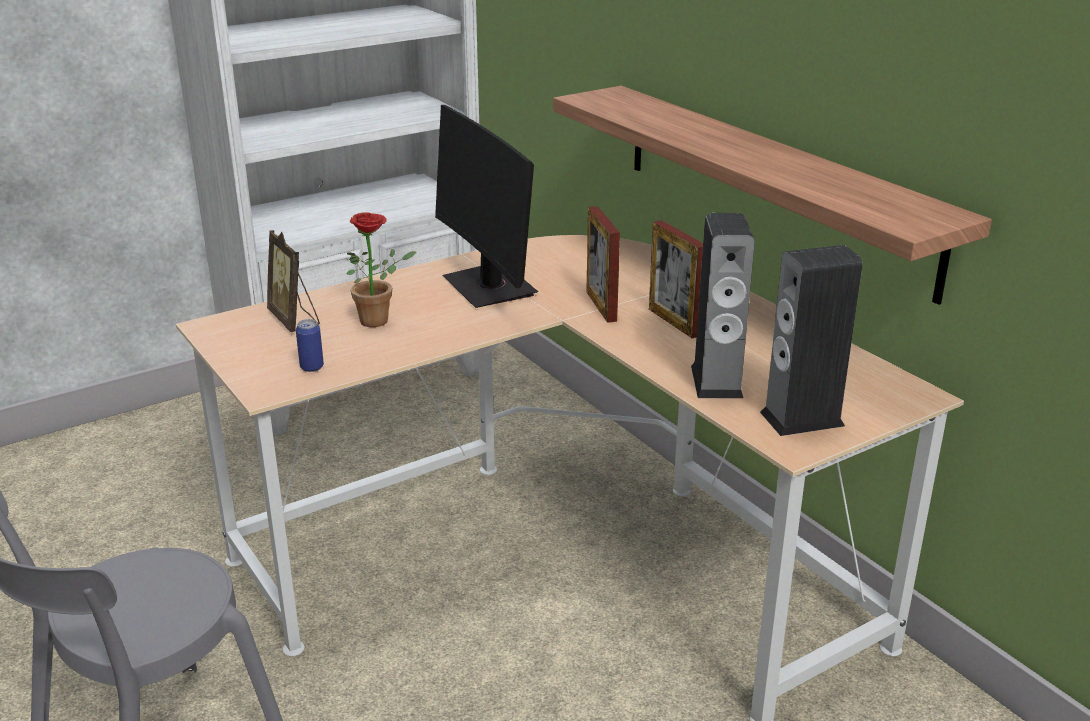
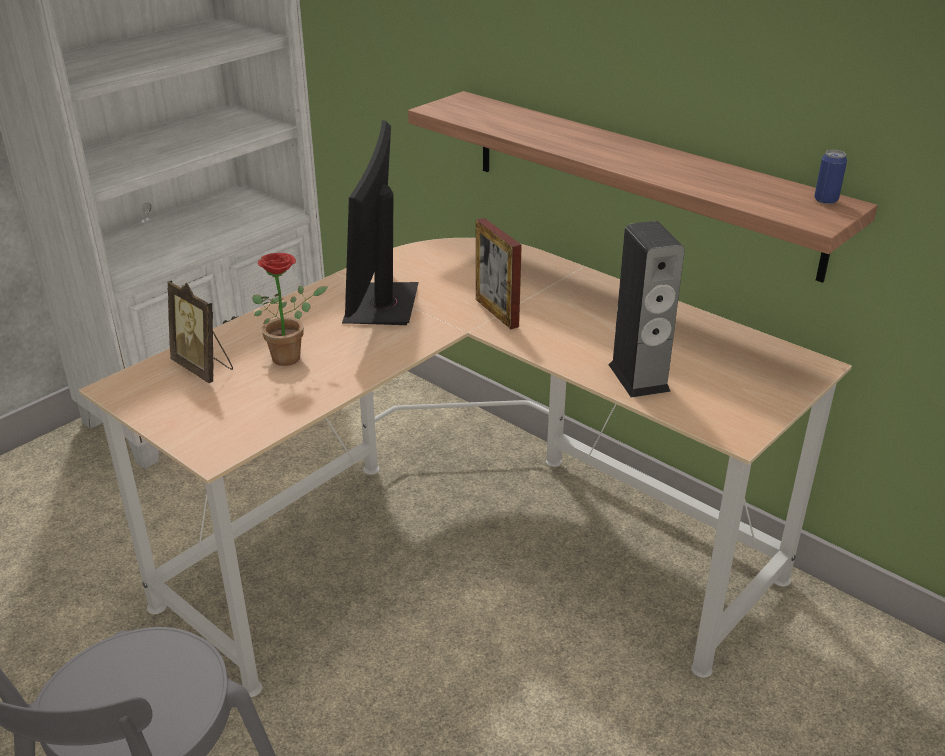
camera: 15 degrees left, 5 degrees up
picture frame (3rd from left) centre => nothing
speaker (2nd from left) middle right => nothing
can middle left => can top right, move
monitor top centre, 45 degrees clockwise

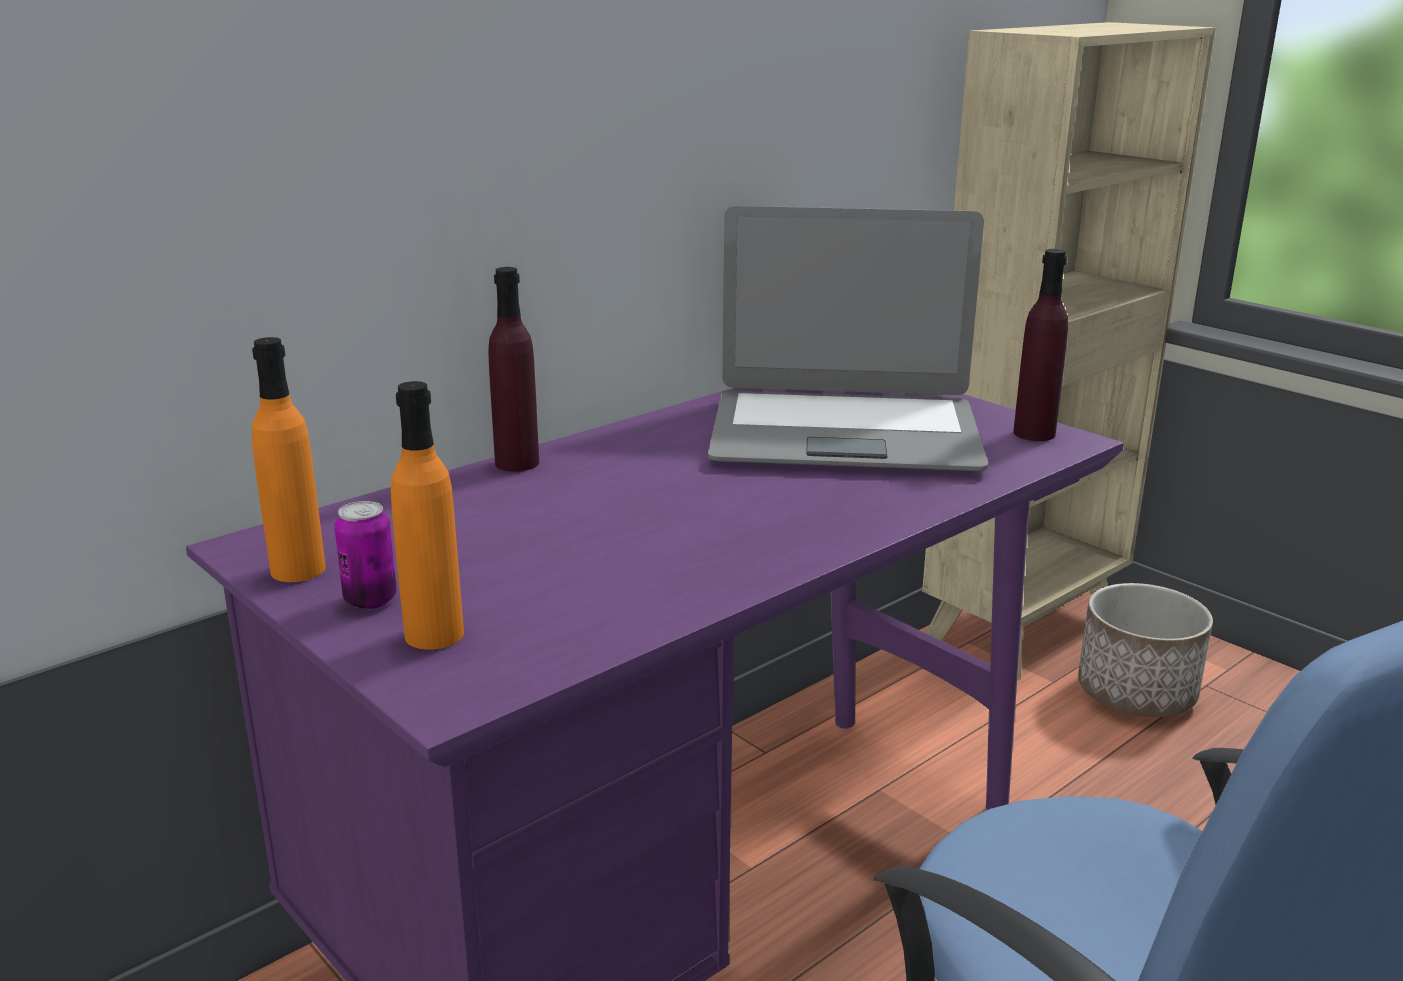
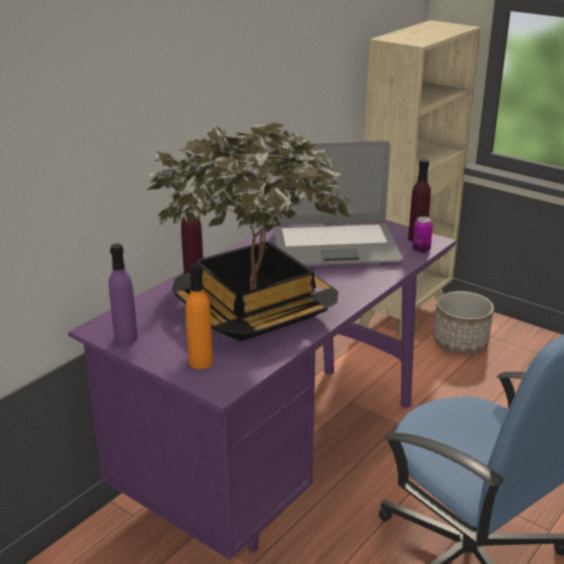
camera: 10 degrees left, 5 degrees up
nothing => potted plant centre
can middle left => can middle right, move
bottle (orange) (1st from left) middle left => bottle (purple) (1st from left) middle left

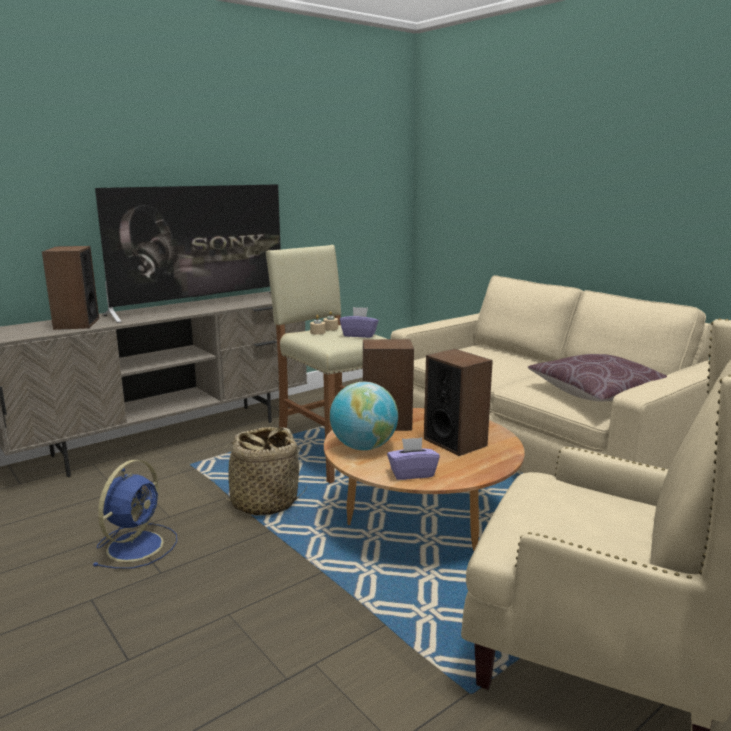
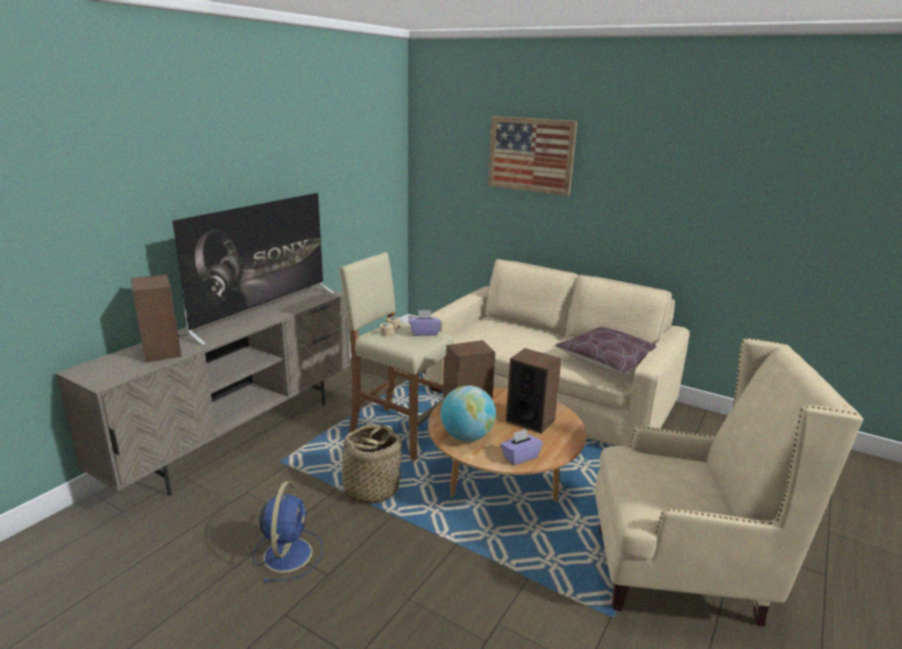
camera: 20 degrees left, 5 degrees up
nothing => picture top centre

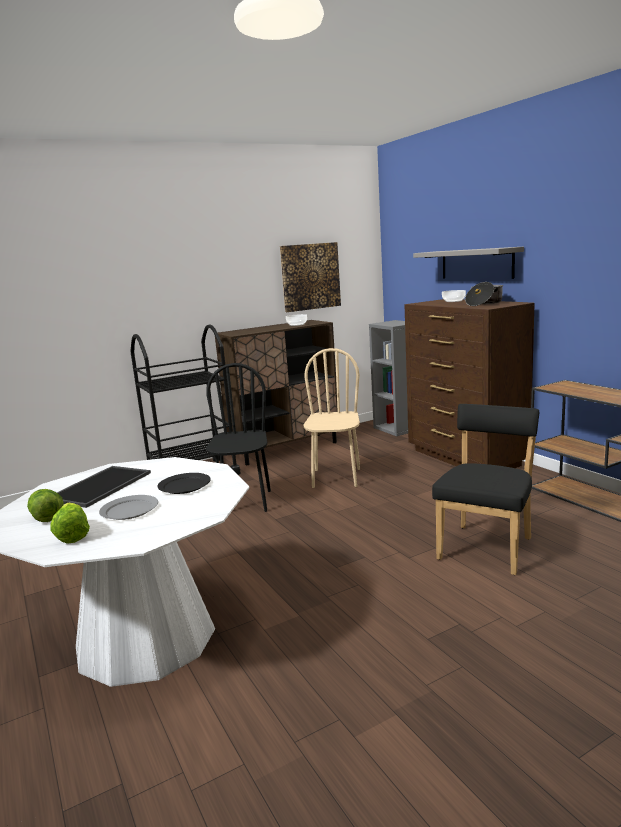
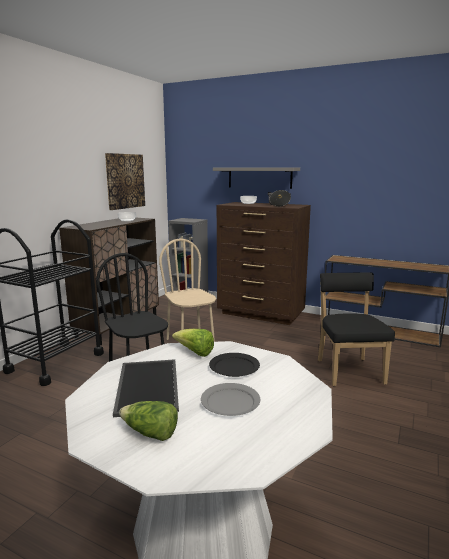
camera: 35 degrees left, 0 degrees up
lettuce (2nd from left) middle left => lettuce (2nd from left) centre, move

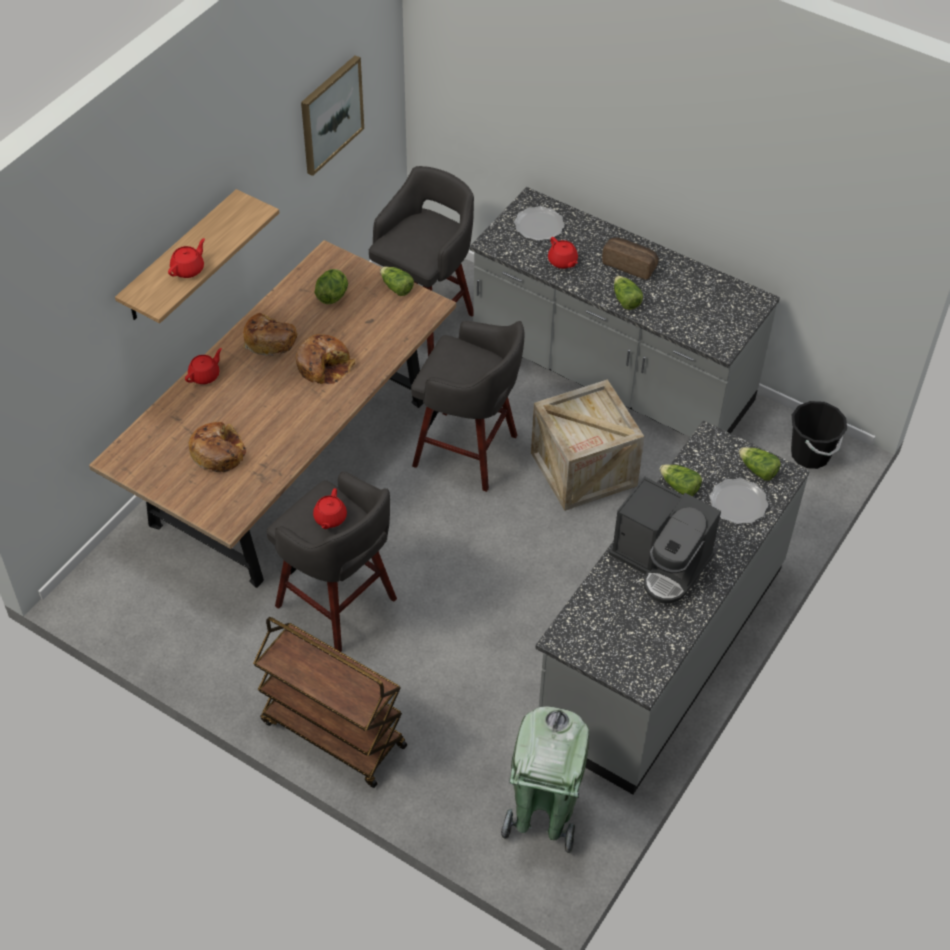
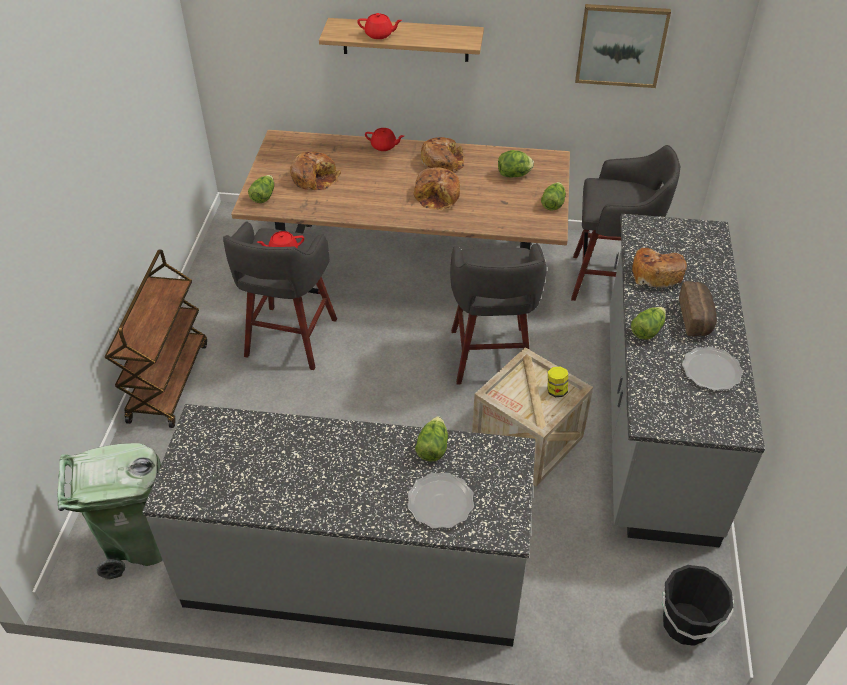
camera: 65 degrees right, 5 degrees down
coffee machine middle right => nothing
nothing => jar centre
plate (1st from left in the first image) top centre => plate (2nd from left) middle right, move
lettuce (5th from left in the first image) middle right => lettuce (1st from left) top left, move
teapot (red) (4th from left) top centre => bread (4th from left) middle right

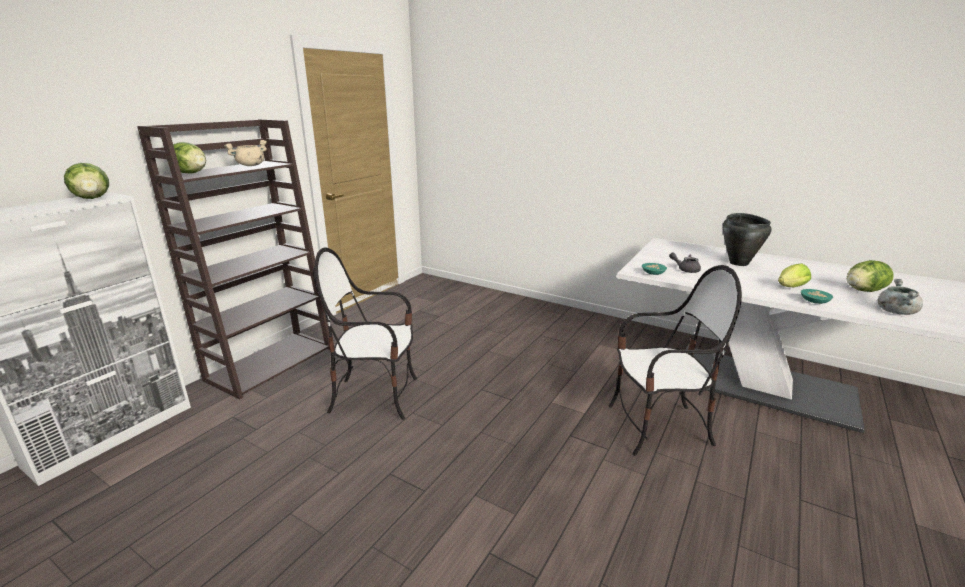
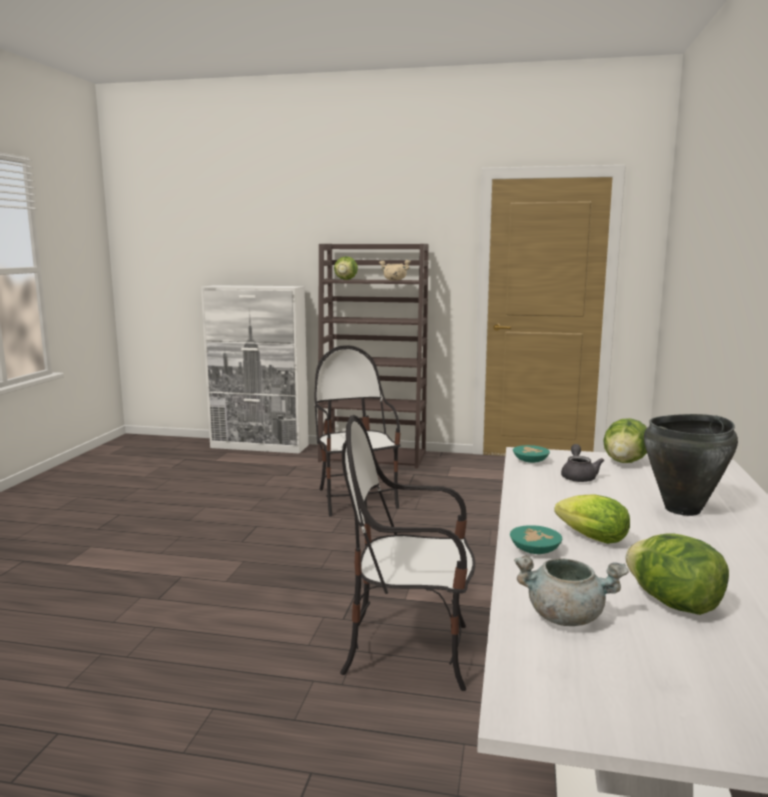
camera: 70 degrees right, 10 degrees down
lettuce (1st from left in the first image) top left => lettuce (3rd from left) middle right, move
chair (2nd from left) middle right => chair (2nd from left) bottom centre, 120 degrees clockwise

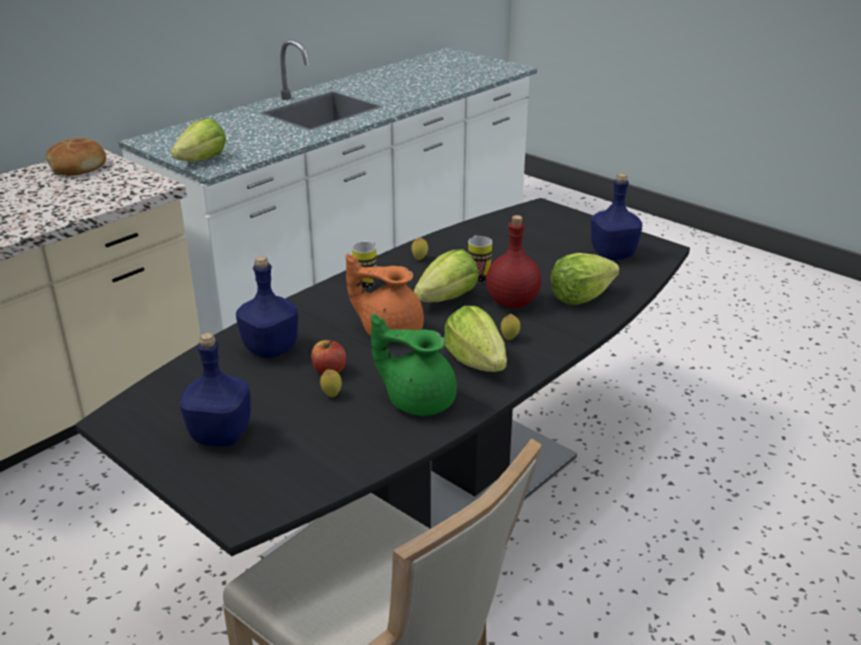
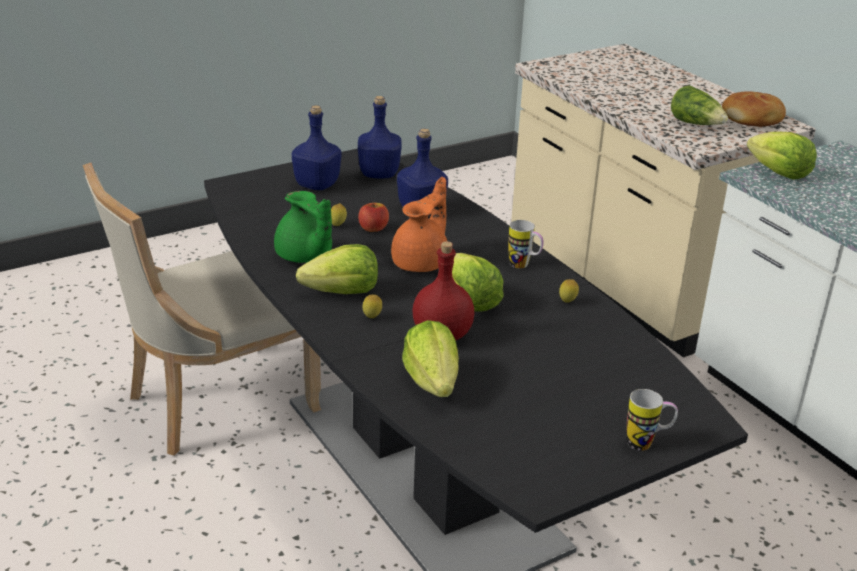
camera: 105 degrees right, 0 degrees up
nothing => lettuce (4th from left) top right
mug (2nd from left) centre => mug (2nd from left) bottom right, move
bottle (blue) (3rd from left in the first image) middle right => bottle (blue) (2nd from left) top centre, move
teapot (green) centre, 105 degrees clockwise

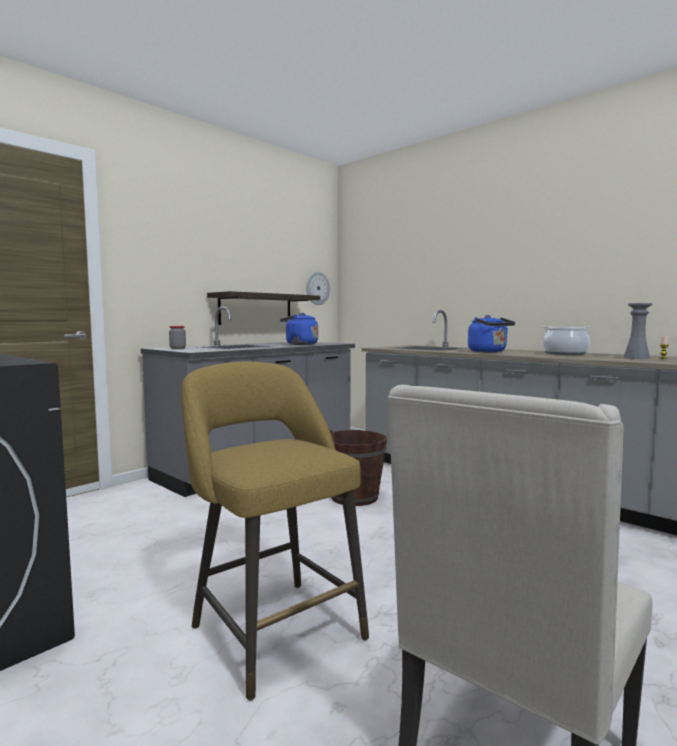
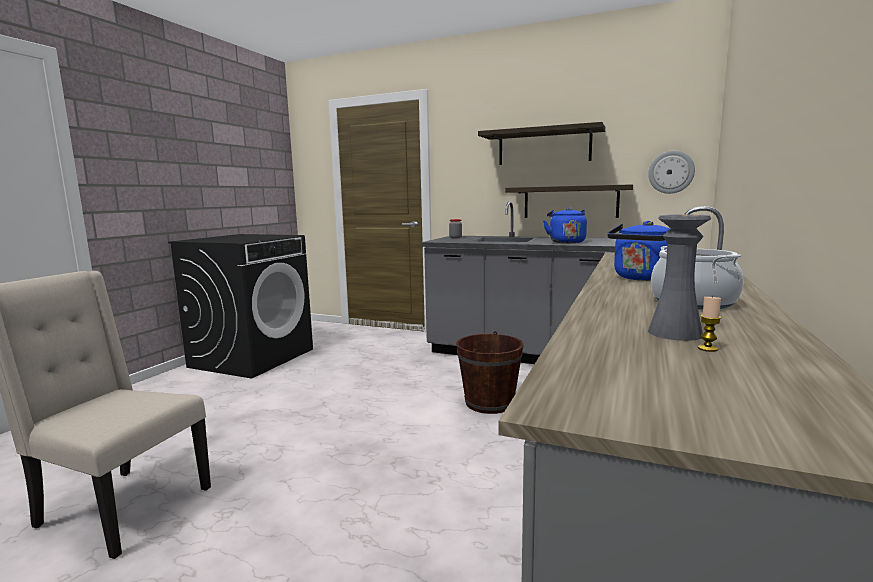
camera: 70 degrees right, 5 degrees up
stool (yellow) bottom centre => nothing
nothing => shelf (1st from left) top centre

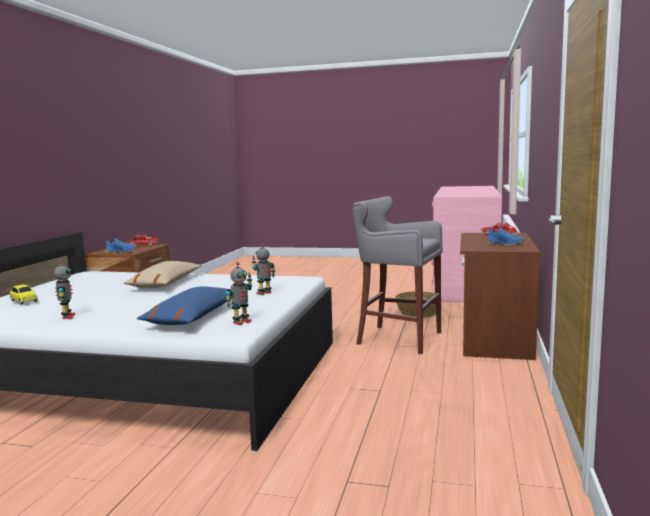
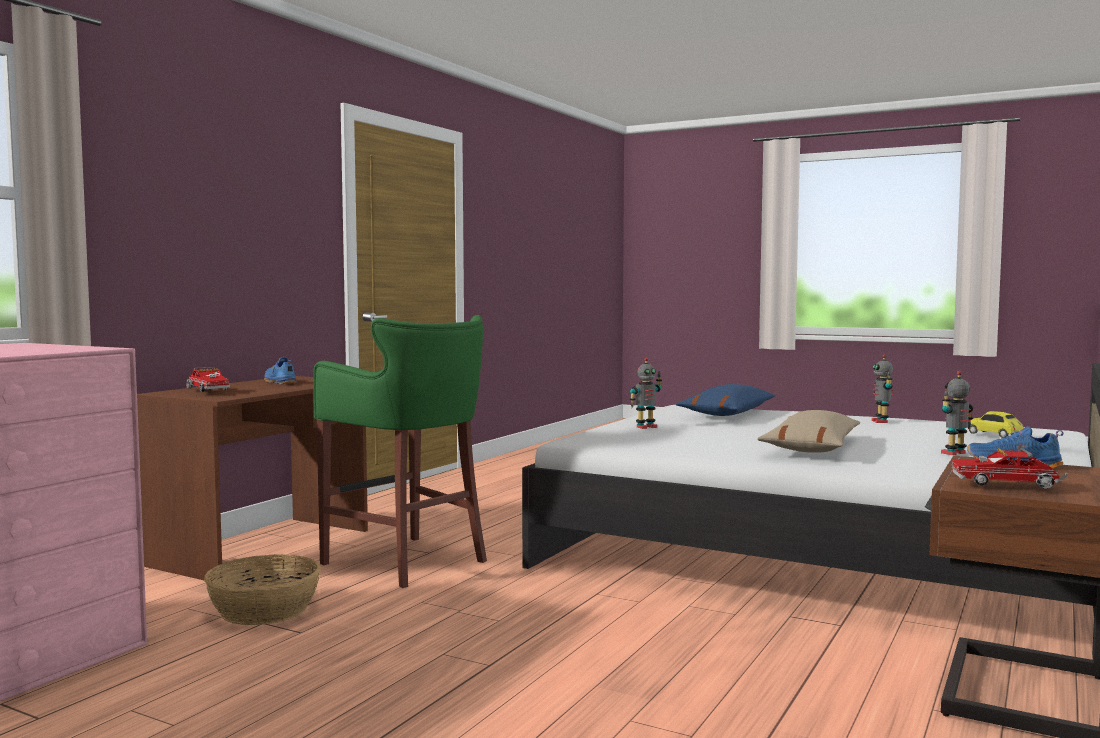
camera: 165 degrees left, 5 degrees down
toy robot (2nd from left in the first image) centre => toy robot (3rd from left) middle right, move
stool (grey) centre => stool (green) centre

